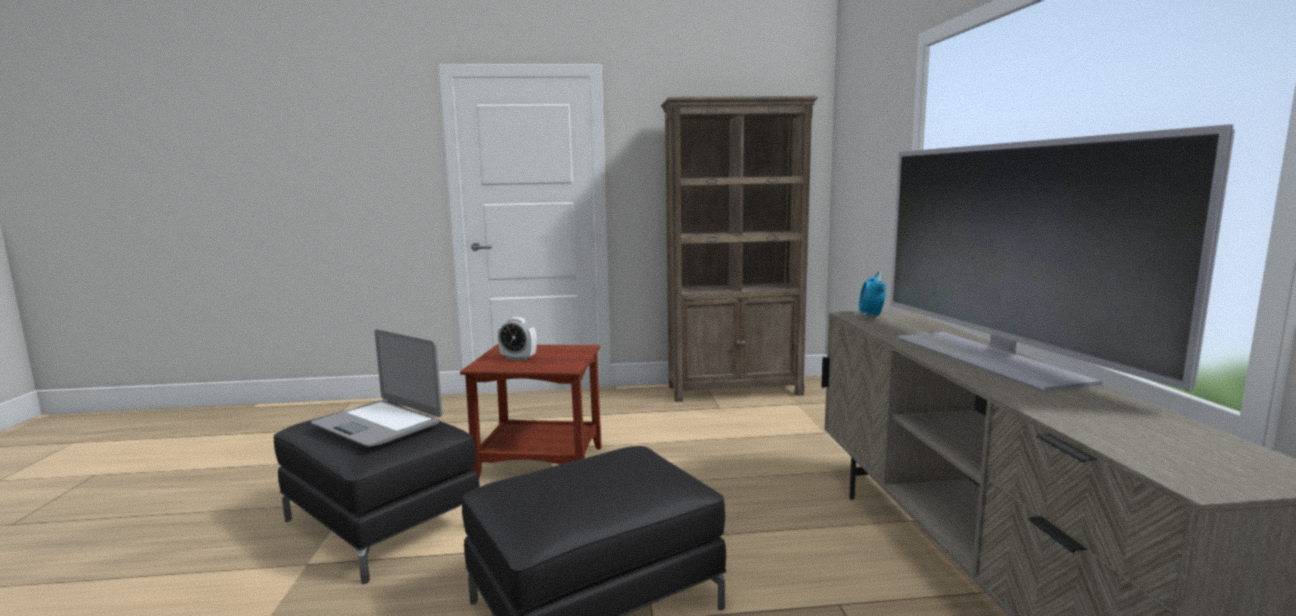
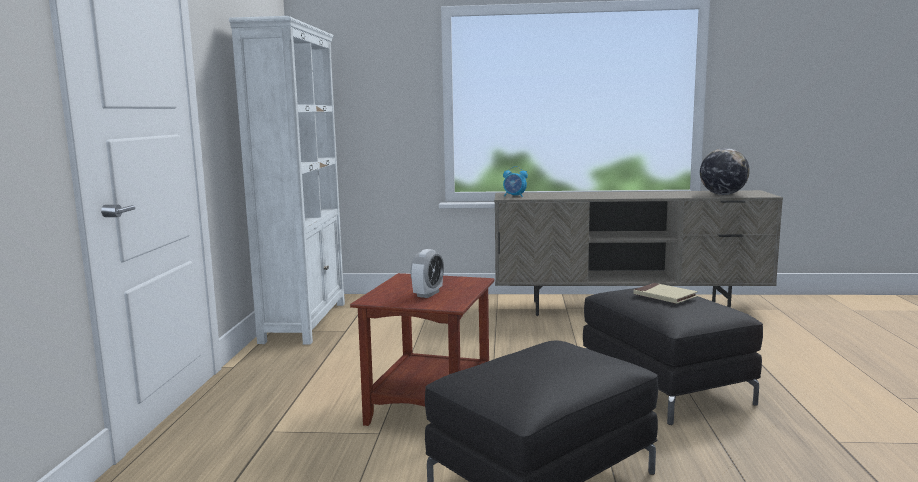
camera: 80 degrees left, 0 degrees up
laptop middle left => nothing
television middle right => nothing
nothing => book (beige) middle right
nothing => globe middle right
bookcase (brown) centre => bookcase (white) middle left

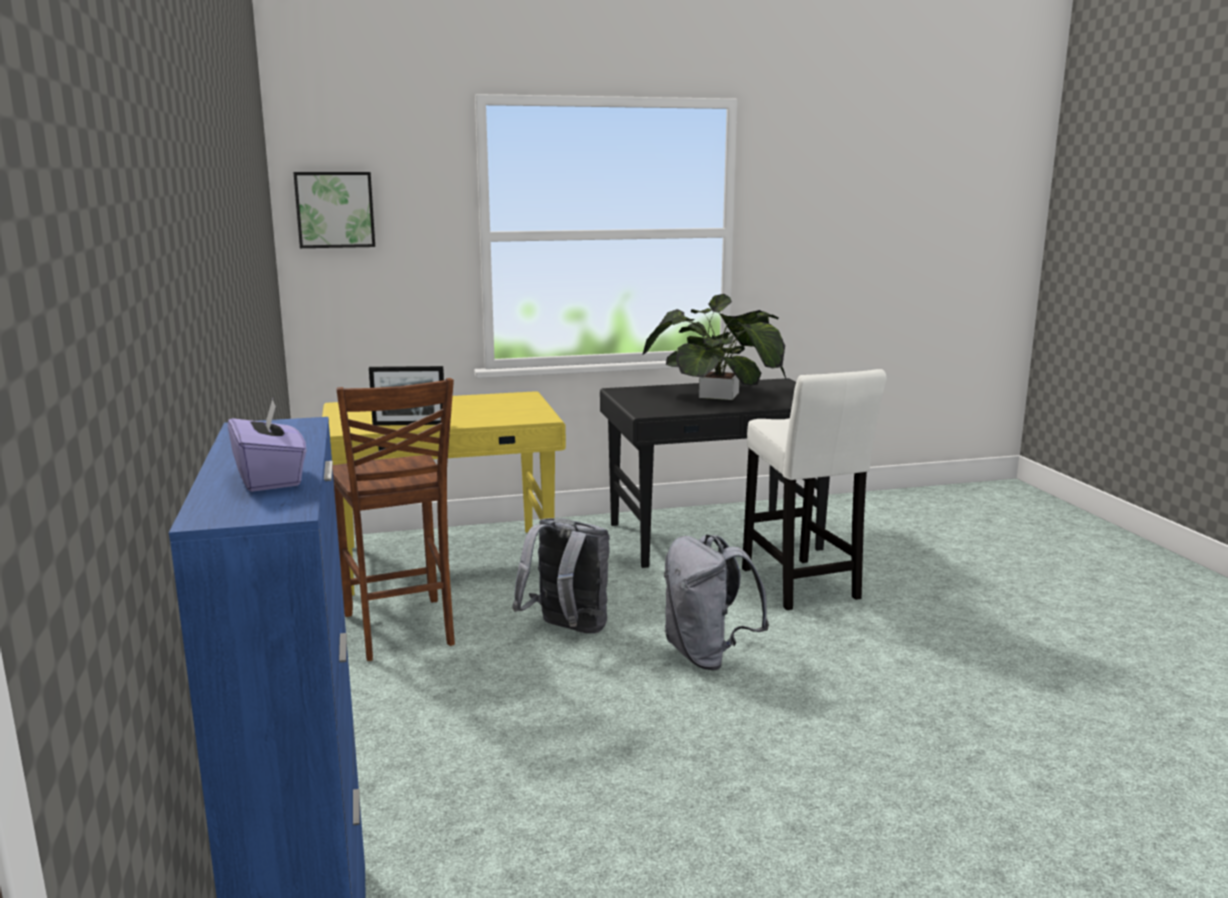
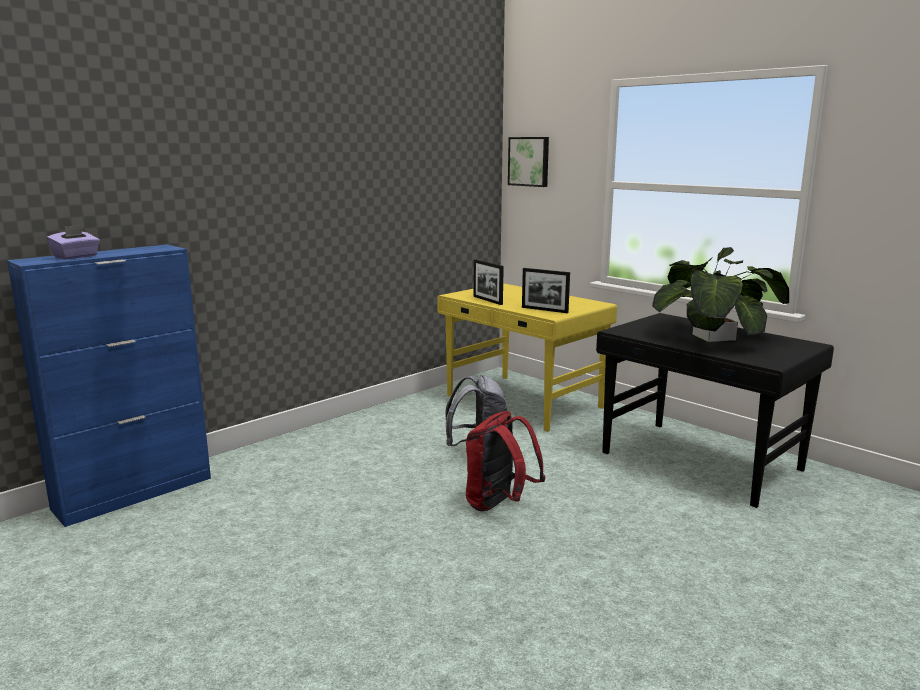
camera: 60 degrees right, 0 degrees up
chair (brown) middle left => nothing
stool (white) centre => nothing
nothing => picture frame (2nd from left) centre
backpack (grey) (2nd from left) bottom centre => backpack (red) bottom centre

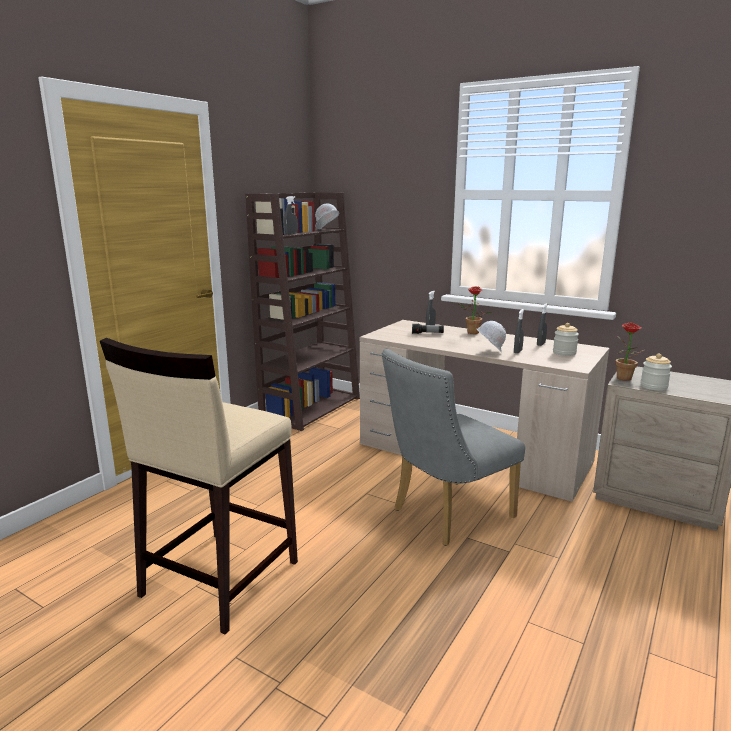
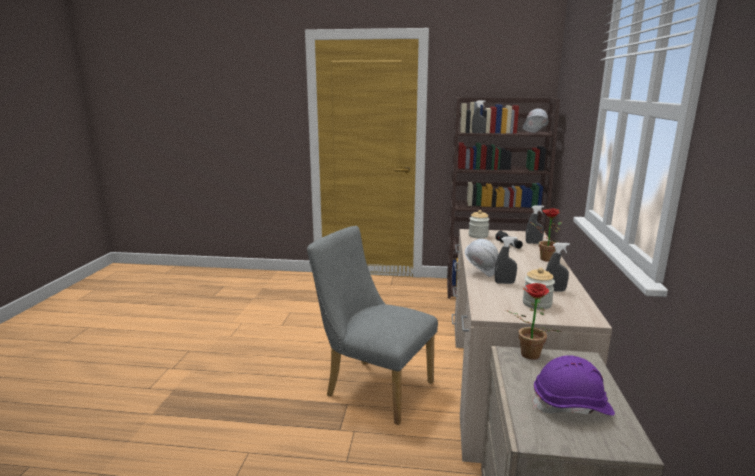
camera: 65 degrees right, 0 degrees up
stool (beige) middle left => nothing
nothing => hard hat (purple) bottom right
jar (2nd from left in the first image) middle right => jar (1st from left) centre, move

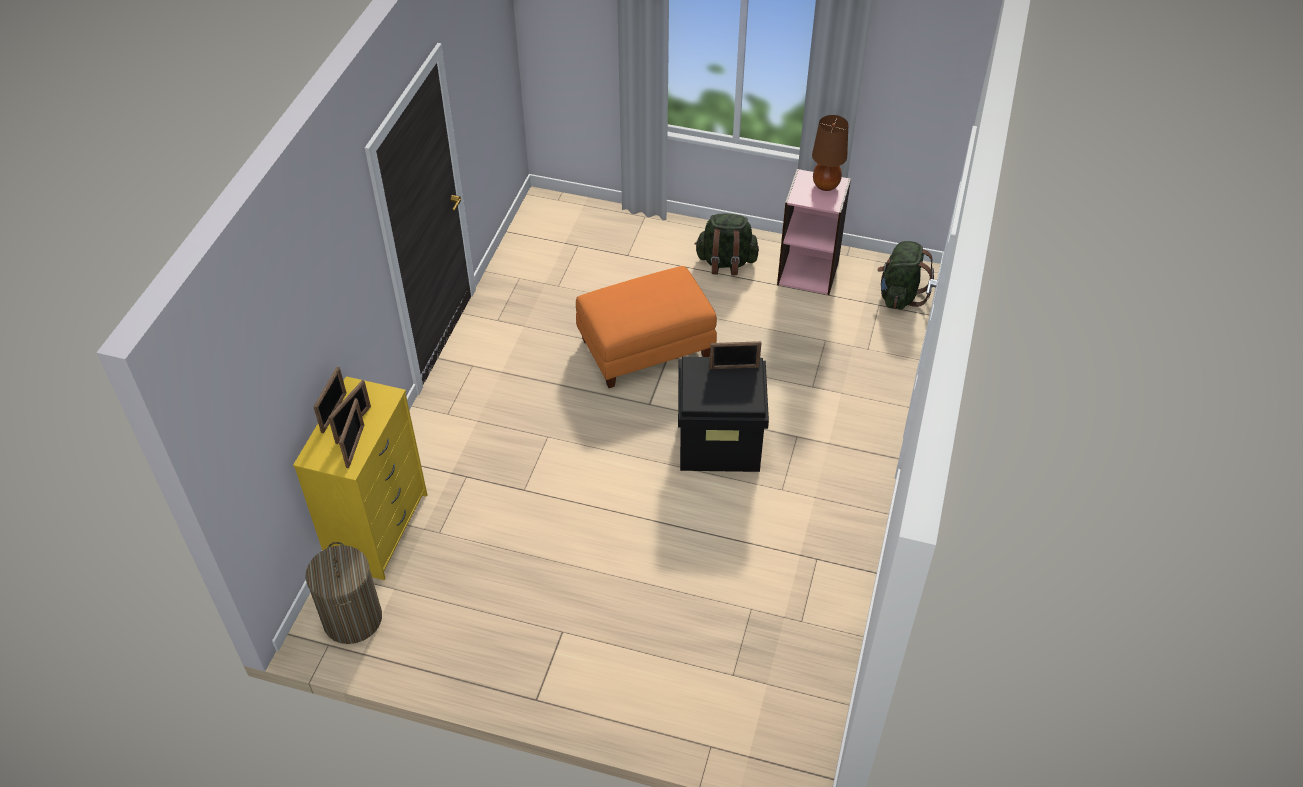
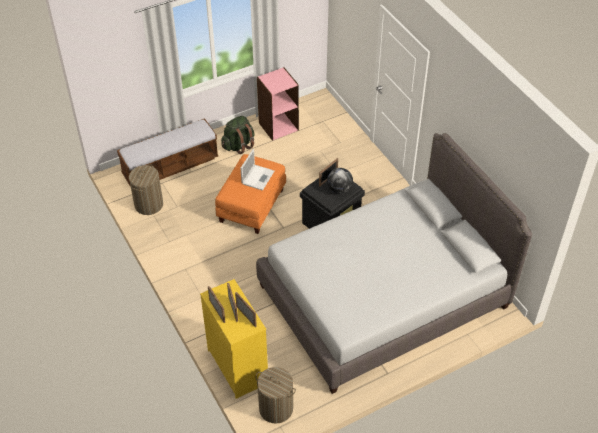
camera: 45 degrees left, 0 degrees up
table lamp (brown) top centre => nothing
backpack (green) (2nd from left) middle right => nothing
nothing => bench middle left
nothing => laundry basket (1st from left) middle left
nothing => laptop centre
nothing => bed (grey) centre
nothing => globe centre

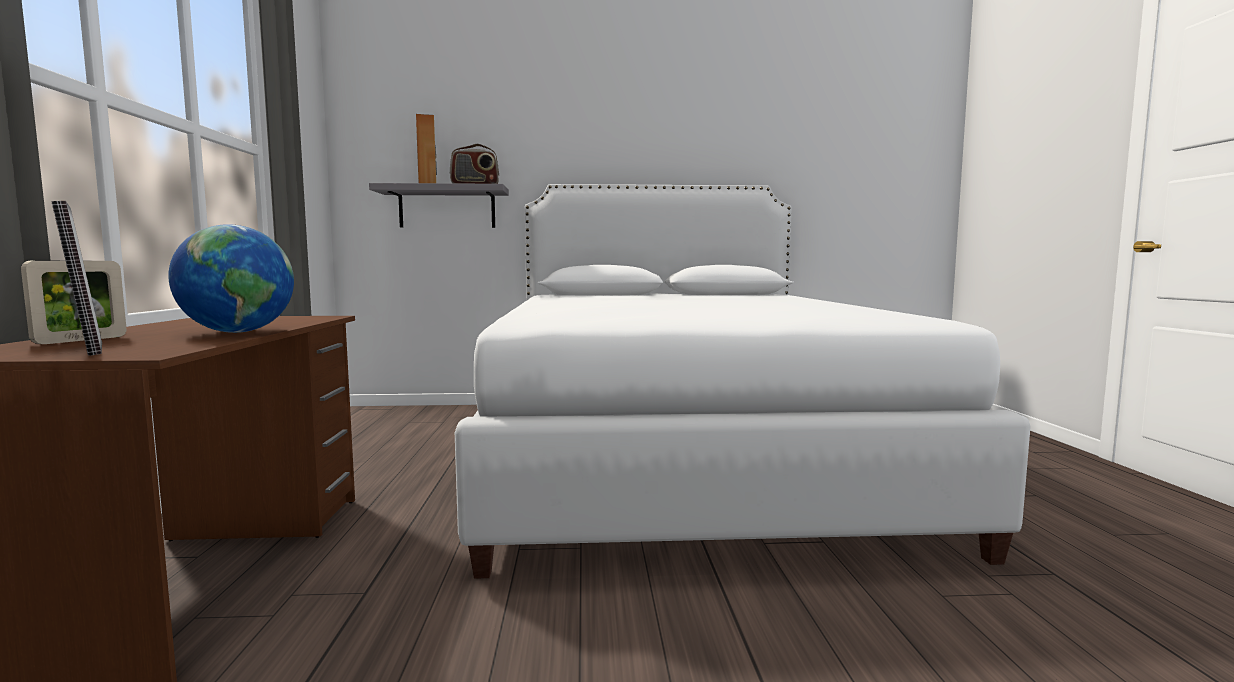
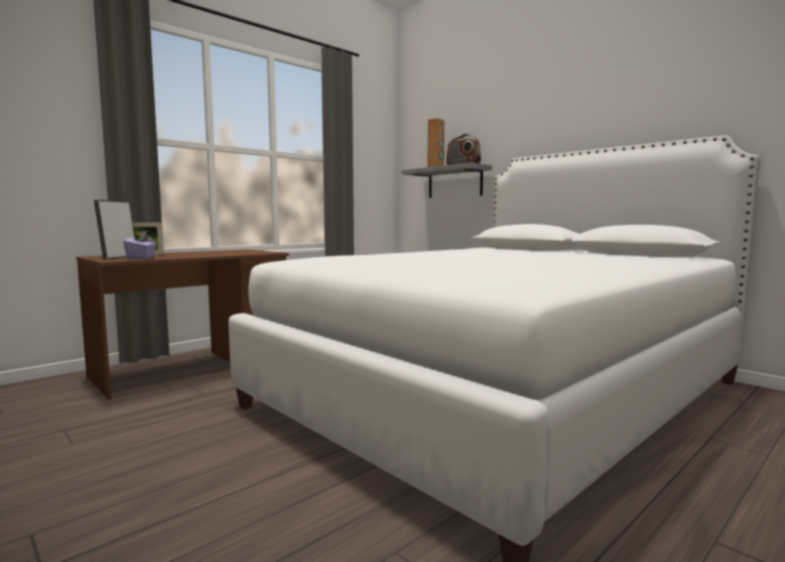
camera: 50 degrees right, 0 degrees up
globe middle left => nothing
nothing => tissue box (purple) middle left

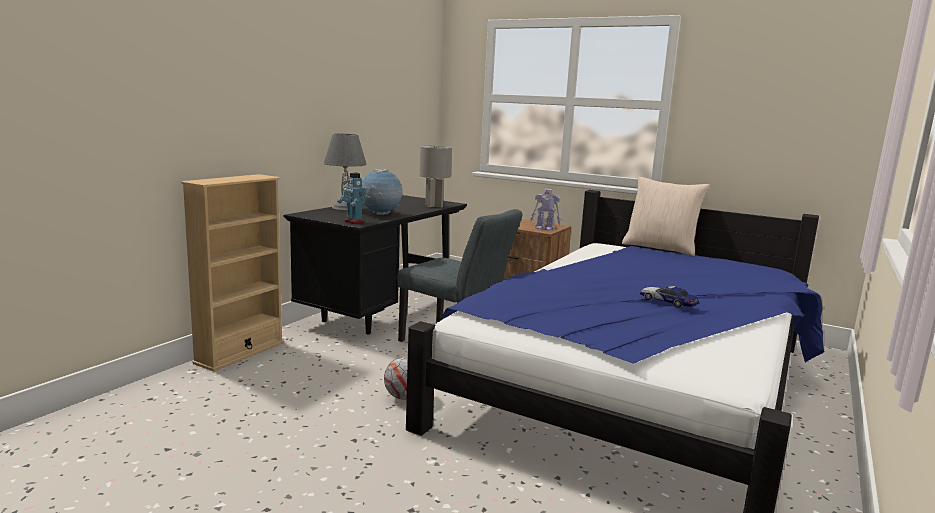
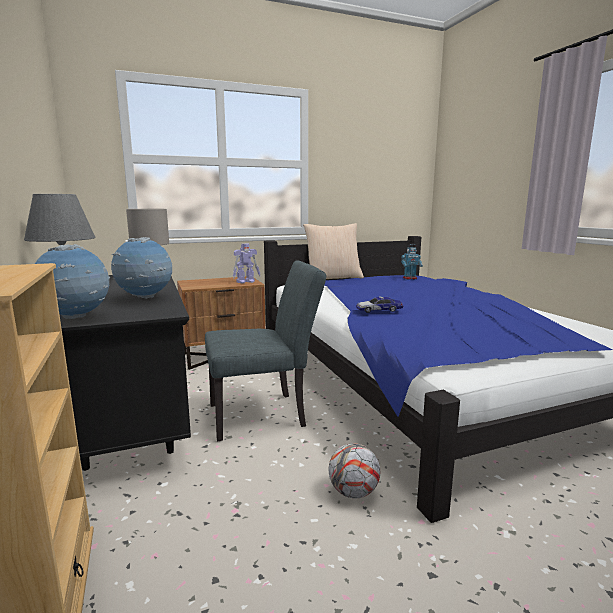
camera: 50 degrees left, 0 degrees up
nothing => globe (1st from left) middle left
toy robot (1st from left in the first image) centre => toy robot (2nd from left) middle right, move
toy car middle right => toy car centre, move

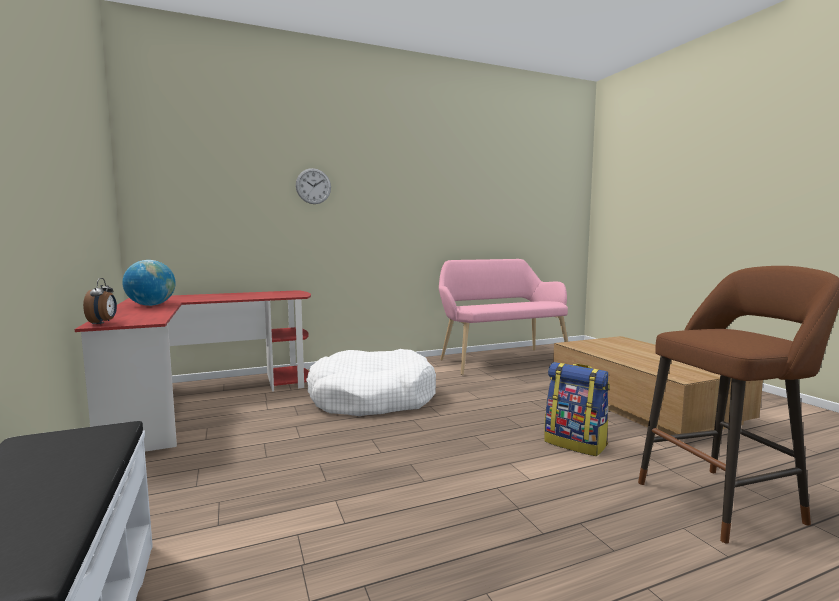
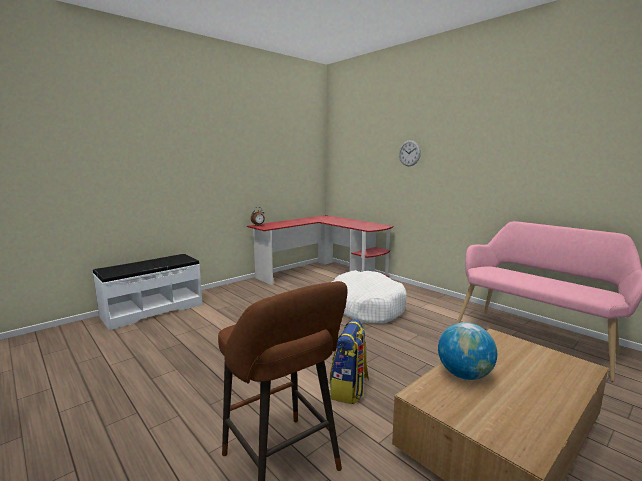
camera: 70 degrees right, 5 degrees up
globe middle left => globe bottom right, move

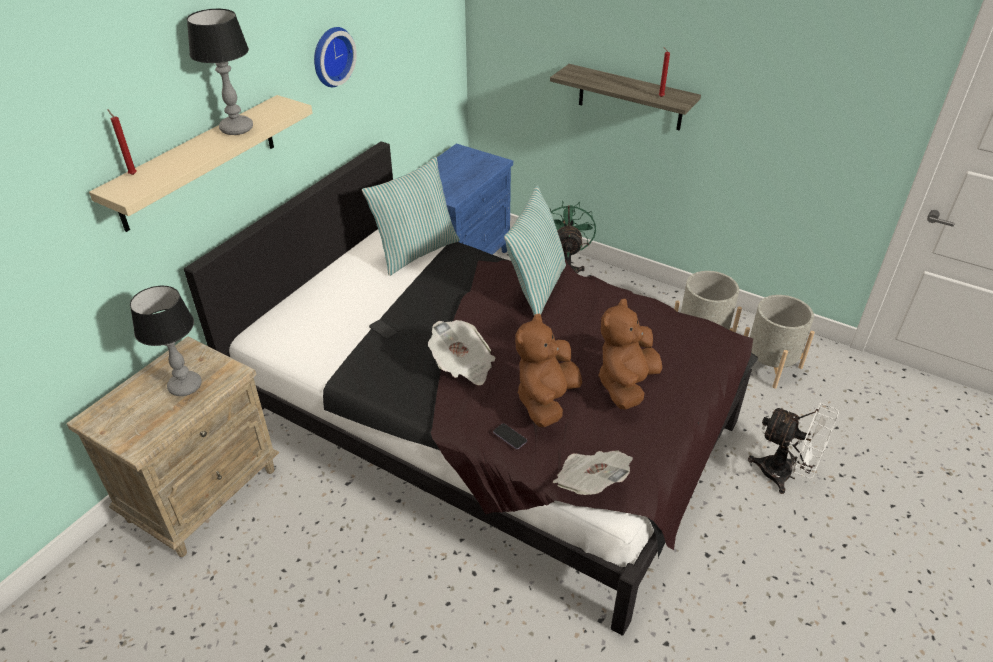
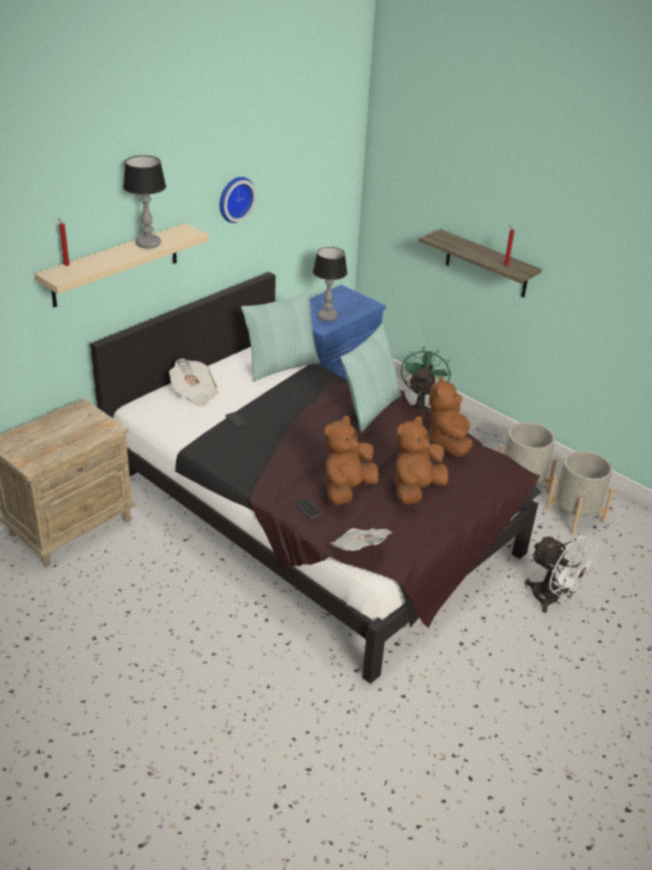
camera: 10 degrees right, 5 degrees down
nothing => plush toy (brown) (3rd from left) middle right
table lamp (1st from left in the first image) middle left => table lamp (2nd from left) top centre, move
newspaper (1st from left) centre => newspaper (1st from left) middle left, move

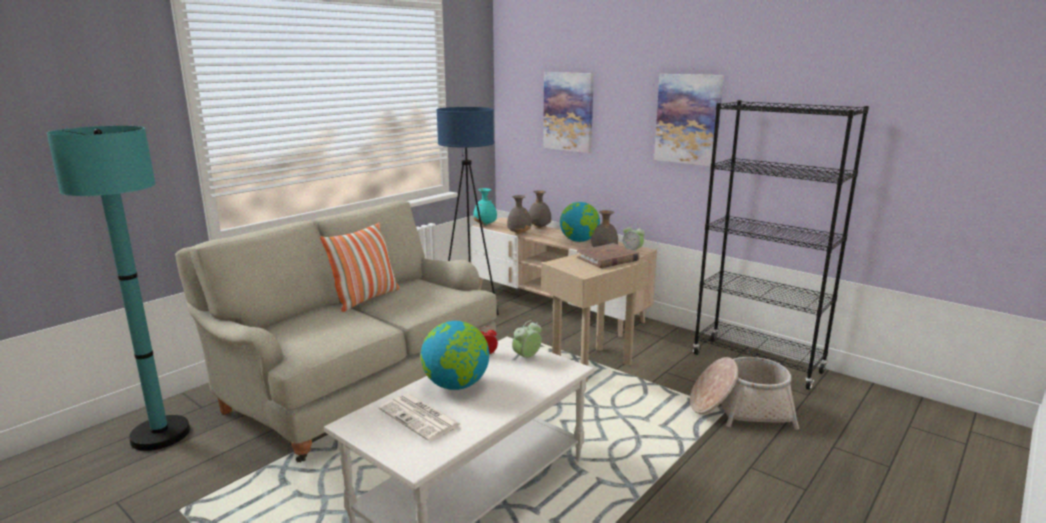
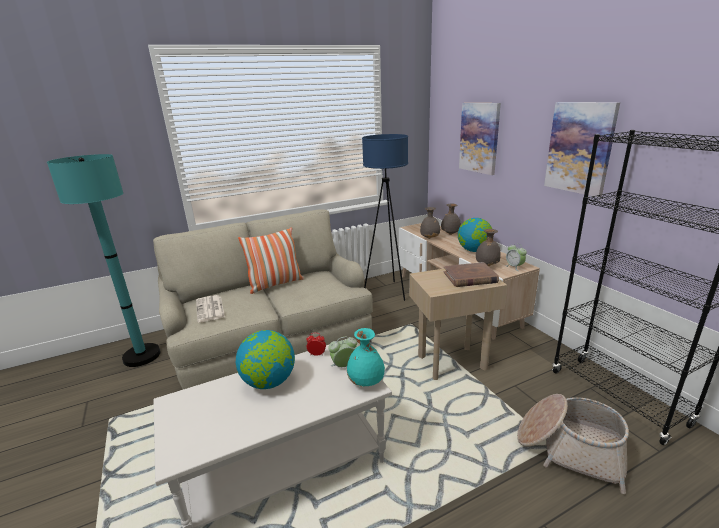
camera: 25 degrees right, 5 degrees up
newspaper bottom centre => newspaper middle left, move
vase (turquoise) centre => vase (turquoise) bottom centre, move

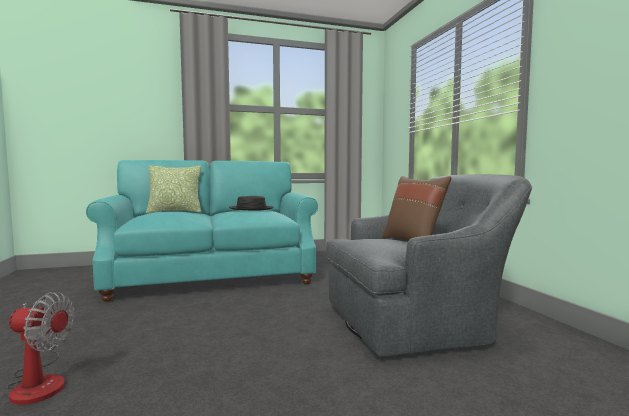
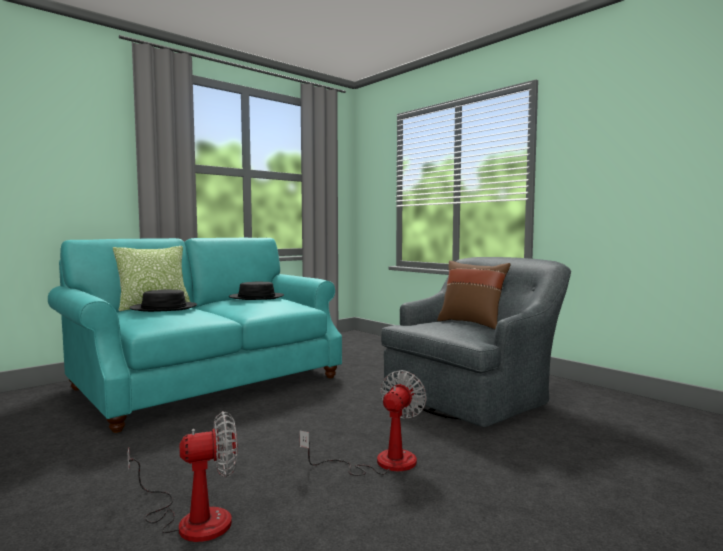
camera: 25 degrees left, 0 degrees up
nothing => hat (black) (1st from left) middle left
nothing => fan (2nd from left) bottom centre

